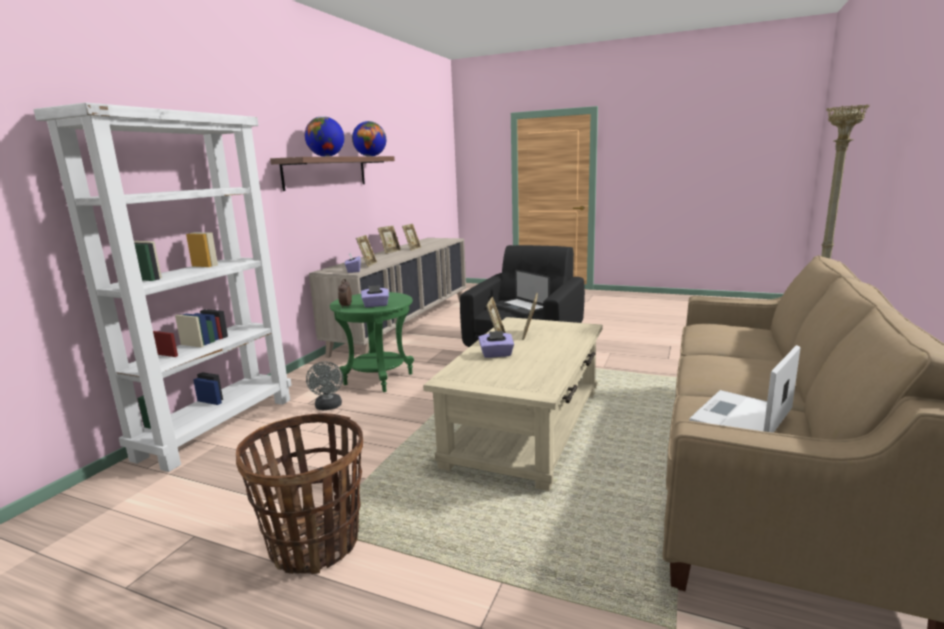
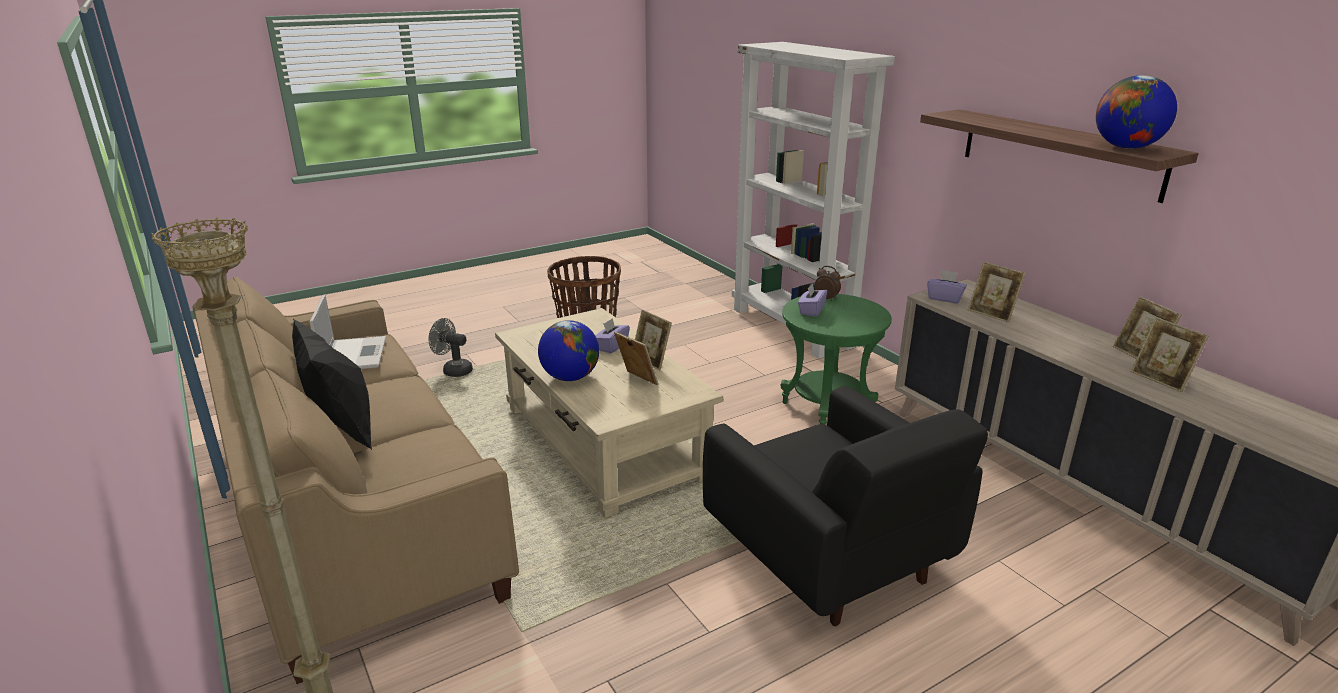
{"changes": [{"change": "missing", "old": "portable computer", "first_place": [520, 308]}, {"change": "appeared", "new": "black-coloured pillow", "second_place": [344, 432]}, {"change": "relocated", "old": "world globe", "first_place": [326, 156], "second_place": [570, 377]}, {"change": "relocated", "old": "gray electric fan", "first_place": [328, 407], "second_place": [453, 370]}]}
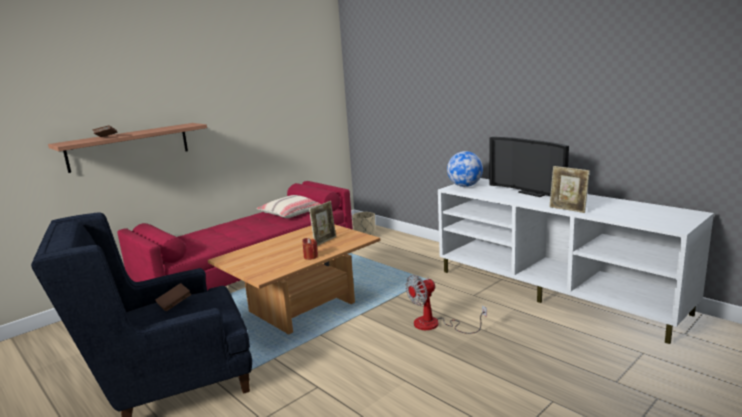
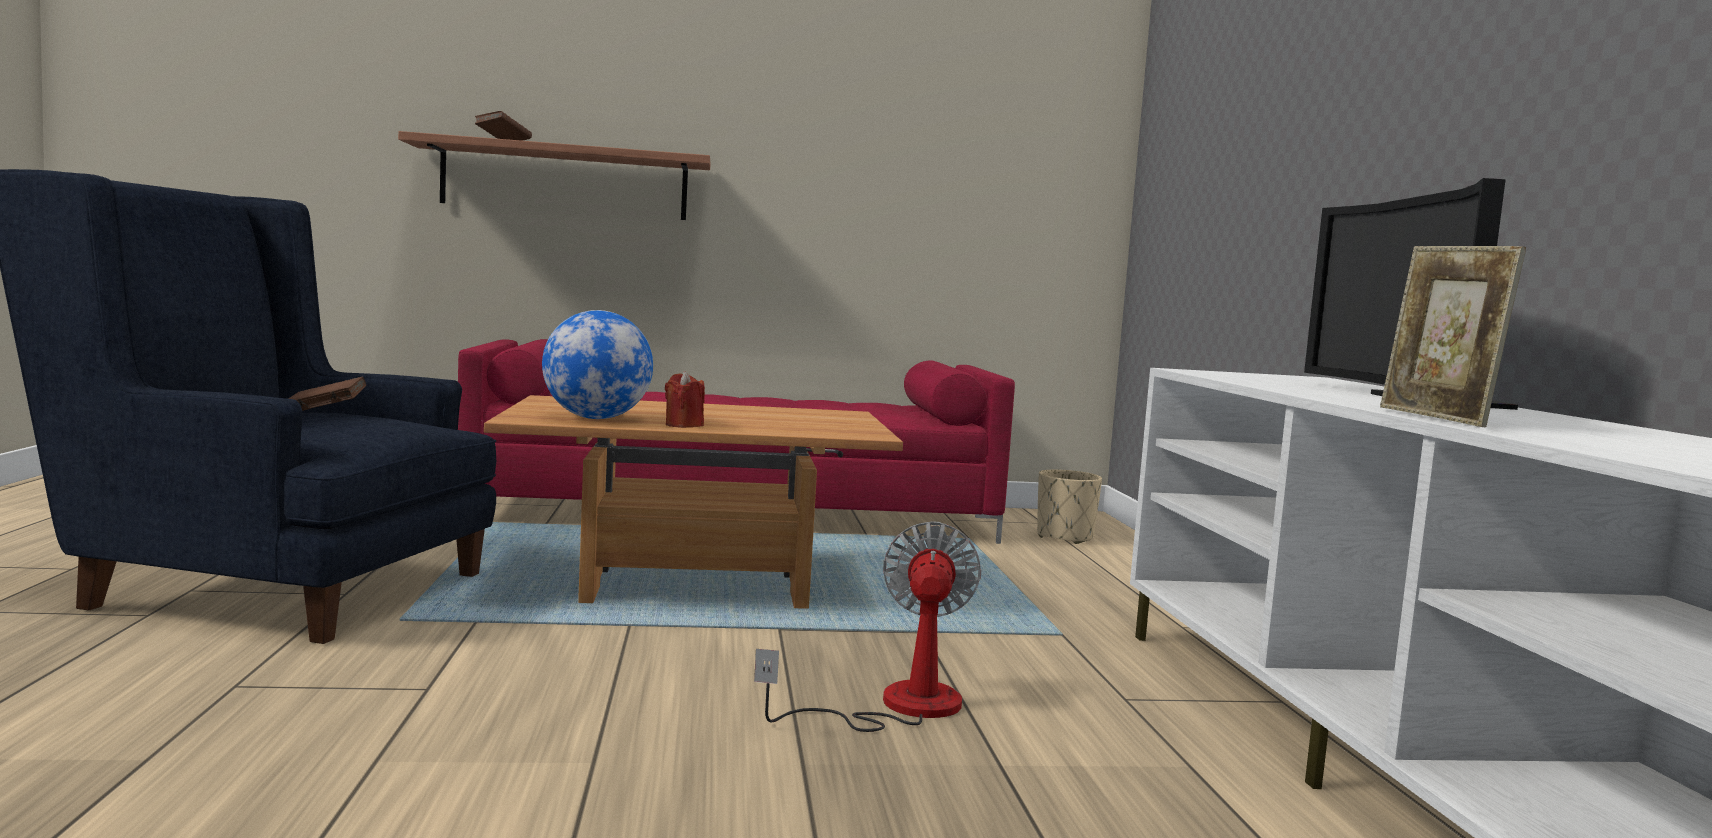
{"changes": [{"change": "missing", "old": "beige pillow", "first_place": [290, 213]}, {"change": "missing", "old": "picture frame", "first_place": [324, 241]}, {"change": "relocated", "old": "world globe", "first_place": [465, 186], "second_place": [596, 418]}, {"change": "spun", "old": "electric fan", "first_place": [435, 325], "second_place": [896, 707], "degrees": 90}]}
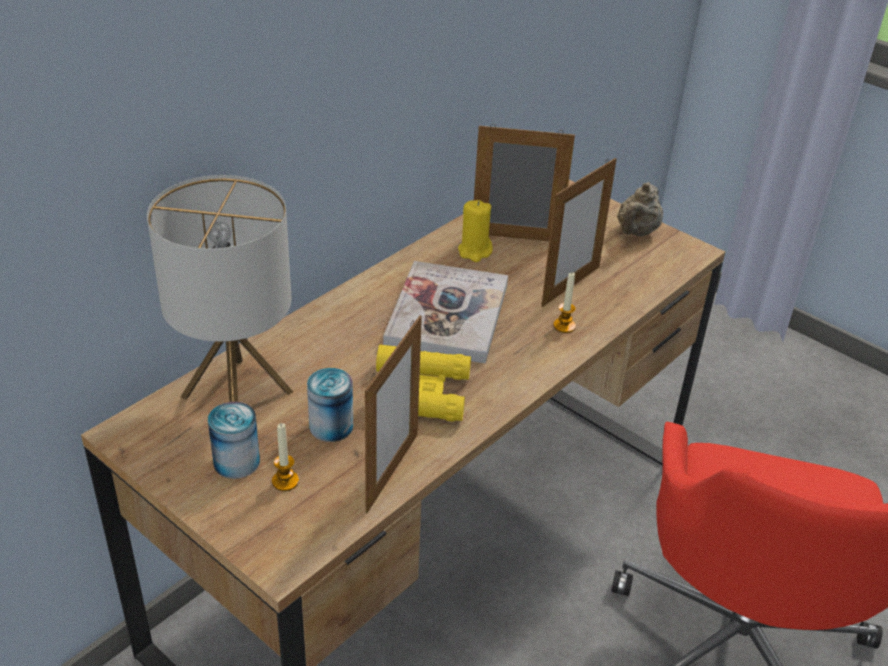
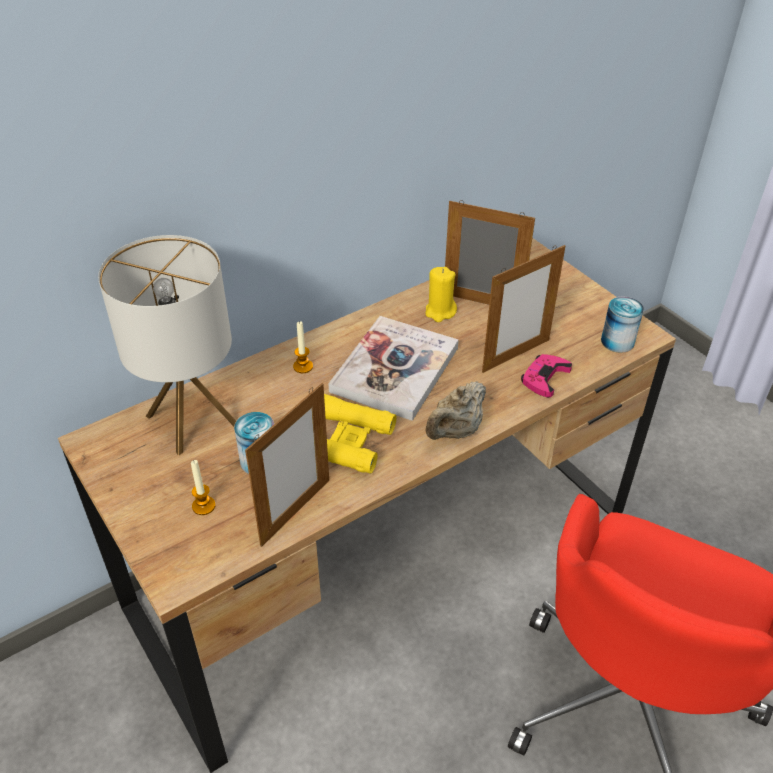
{"changes": [{"change": "appeared", "new": "pinkish joypad", "second_place": [544, 378]}, {"change": "relocated", "old": "metal can", "first_place": [236, 462], "second_place": [617, 341]}, {"change": "relocated", "old": "wax light", "first_place": [564, 326], "second_place": [303, 366]}, {"change": "relocated", "old": "beige tea pot", "first_place": [636, 232], "second_place": [455, 431]}]}
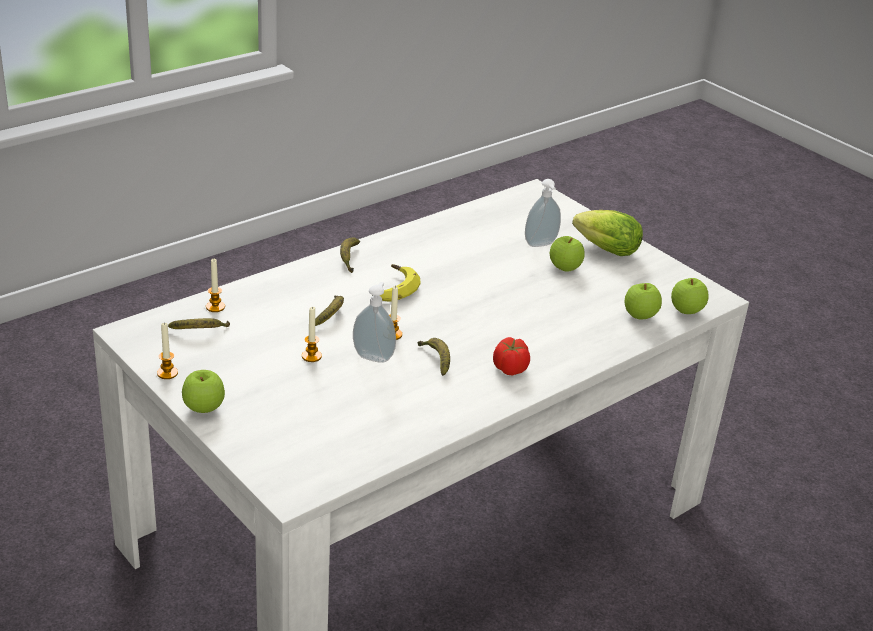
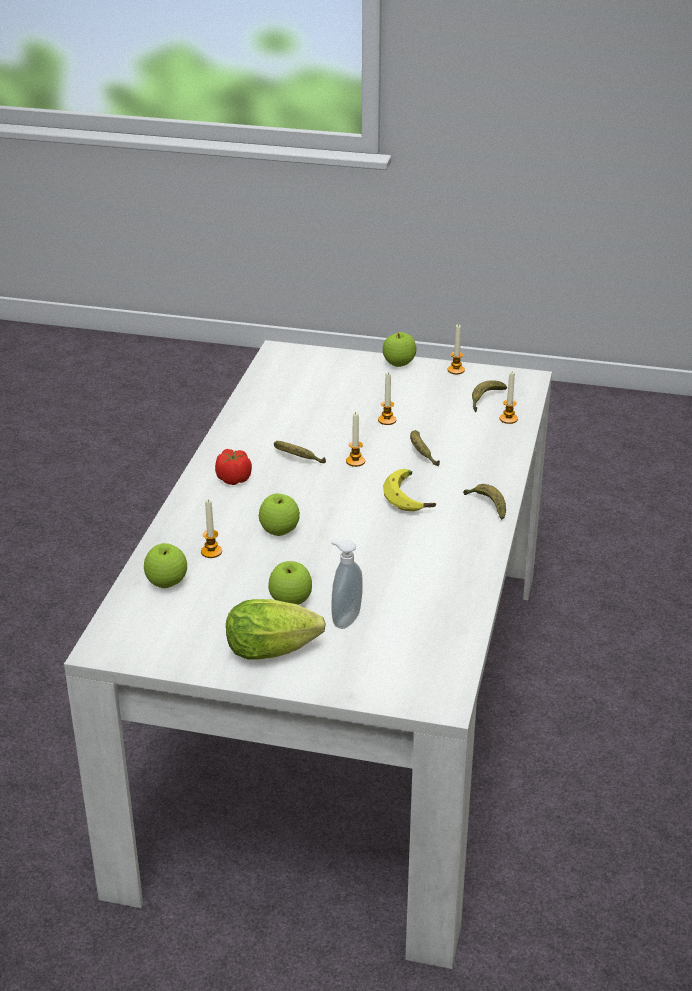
{"changes": [{"change": "missing", "old": "soap bottle", "first_place": [374, 356]}, {"change": "appeared", "new": "wax light", "second_place": [211, 552]}, {"change": "relocated", "old": "apple", "first_place": [686, 311], "second_place": [279, 531]}]}
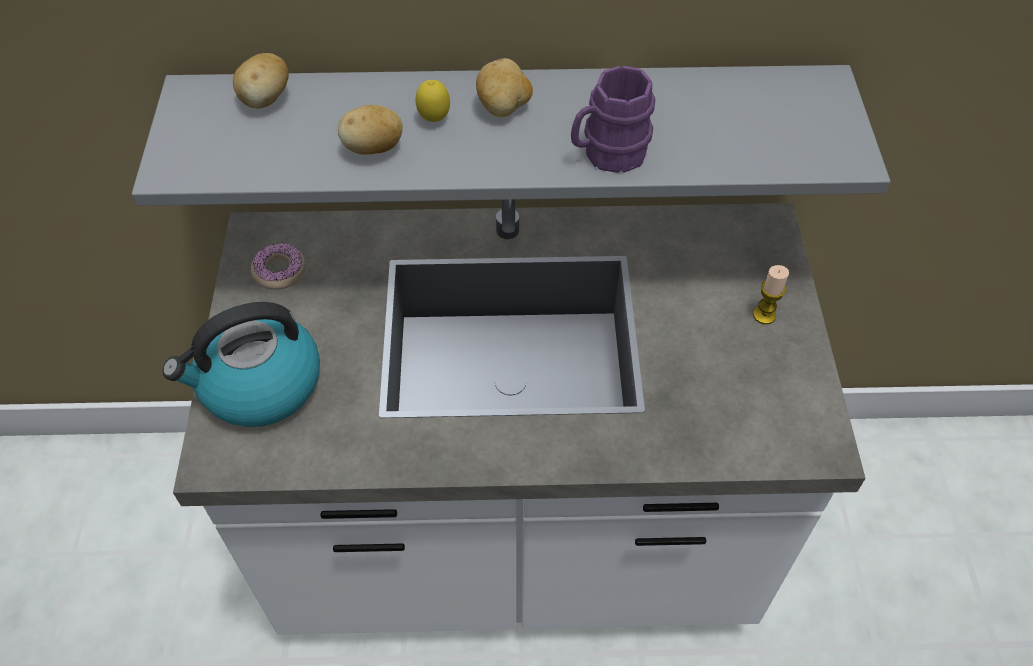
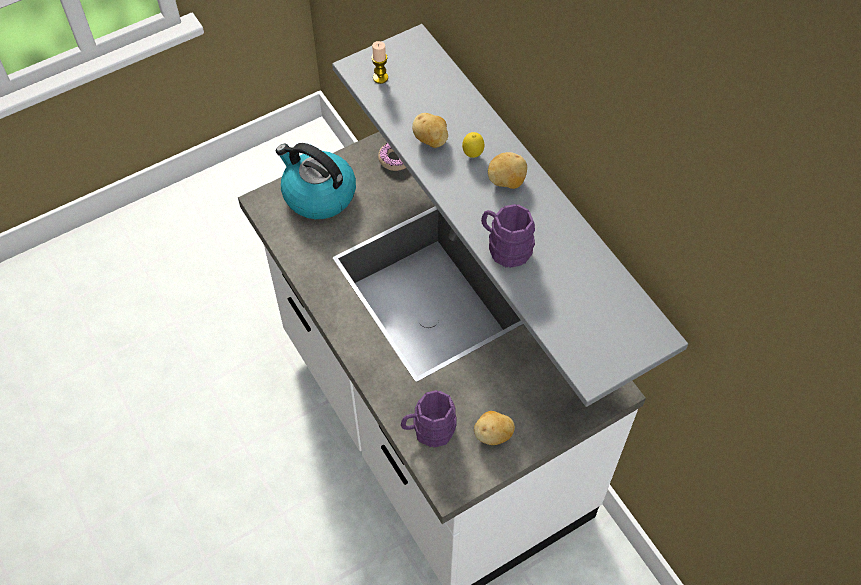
{"changes": [{"change": "appeared", "new": "purple mug", "second_place": [428, 430]}, {"change": "relocated", "old": "whole potato", "first_place": [266, 100], "second_place": [493, 435]}, {"change": "relocated", "old": "wax light", "first_place": [764, 315], "second_place": [380, 77]}]}
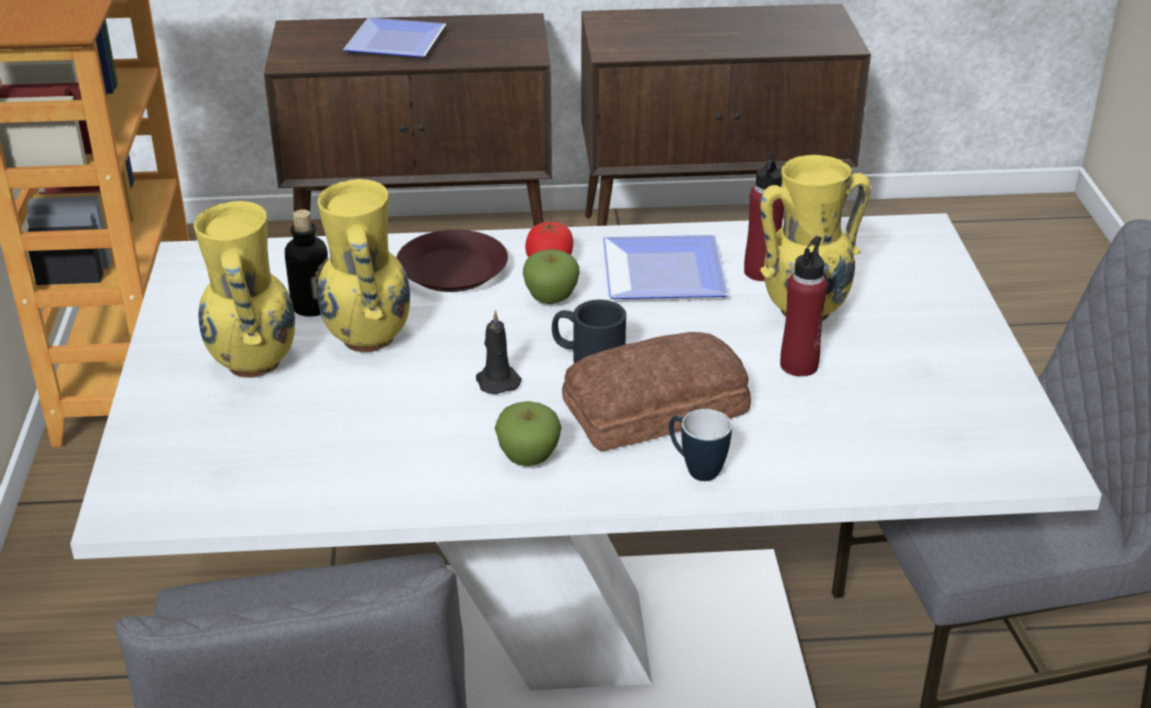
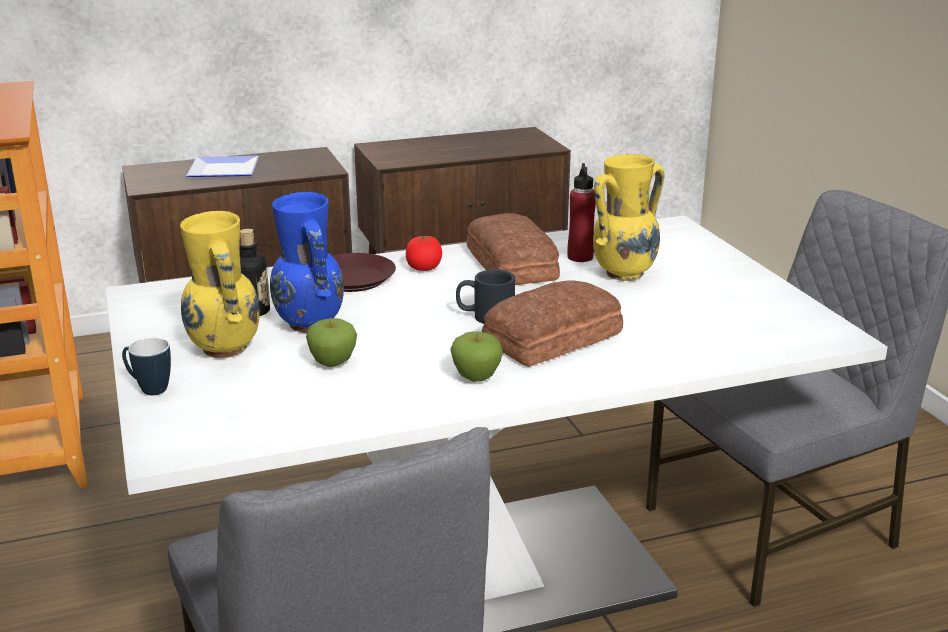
{"changes": [{"change": "missing", "old": "black-coloured wax light", "first_place": [497, 381]}, {"change": "missing", "old": "red drink bottle", "first_place": [799, 365]}, {"change": "relocated", "old": "apple", "first_place": [551, 299], "second_place": [333, 363]}, {"change": "relocated", "old": "mug", "first_place": [695, 469], "second_place": [148, 389]}, {"change": "exchanged", "old": "plate", "new": "baked bread", "first_place": [667, 271], "second_place": [513, 263]}, {"change": "colour", "old": "yellow vase", "new": "blue-coloured vase", "first_place": [367, 340], "second_place": [309, 325]}]}
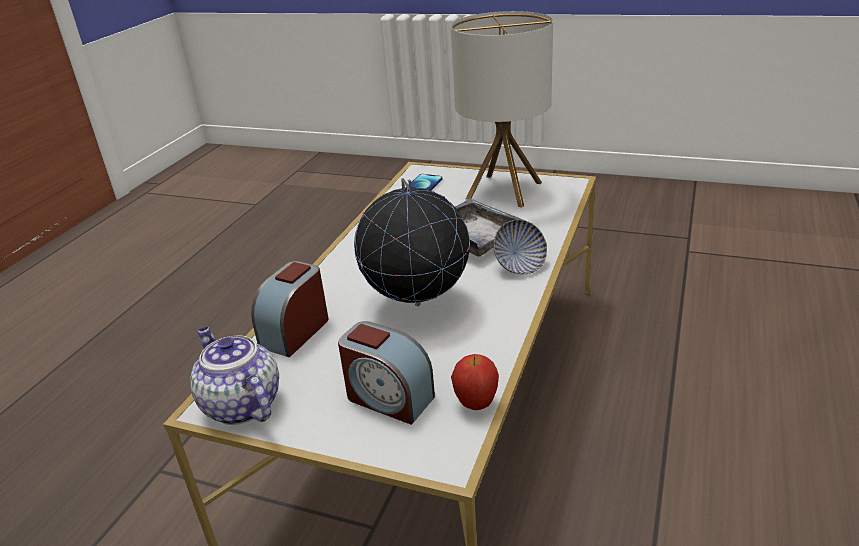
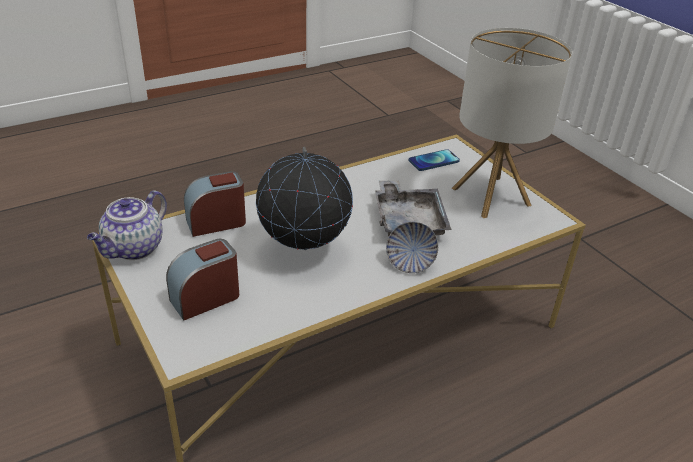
{"changes": [{"change": "missing", "old": "apple", "first_place": [476, 404]}, {"change": "spun", "old": "tea pot", "first_place": [240, 405], "second_place": [133, 249], "degrees": -150}, {"change": "spun", "old": "bedside clock", "first_place": [388, 398], "second_place": [205, 298], "degrees": 75}]}
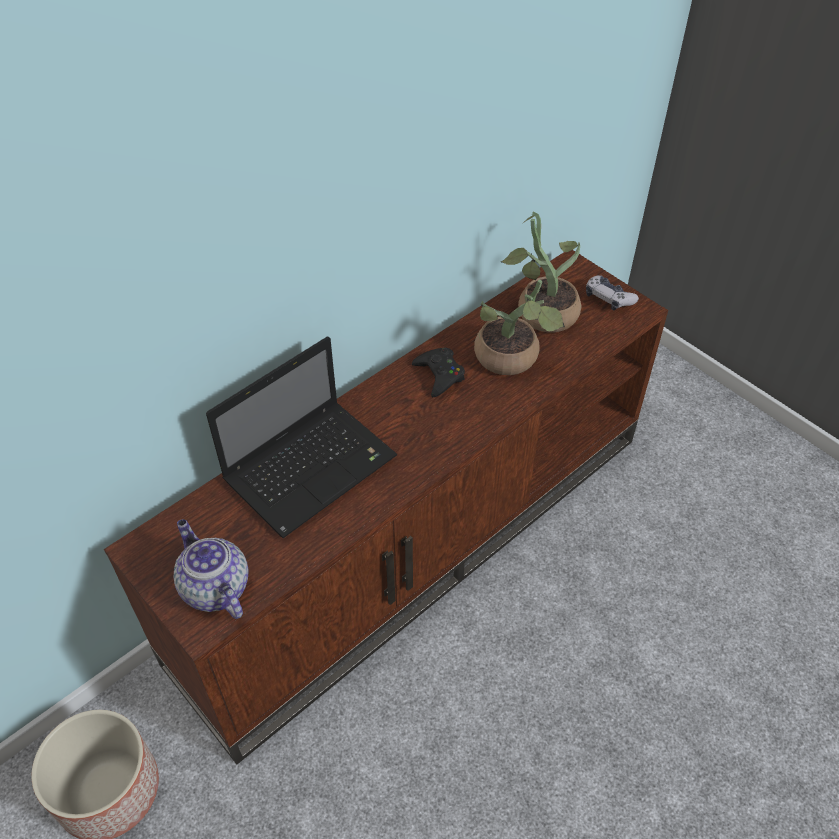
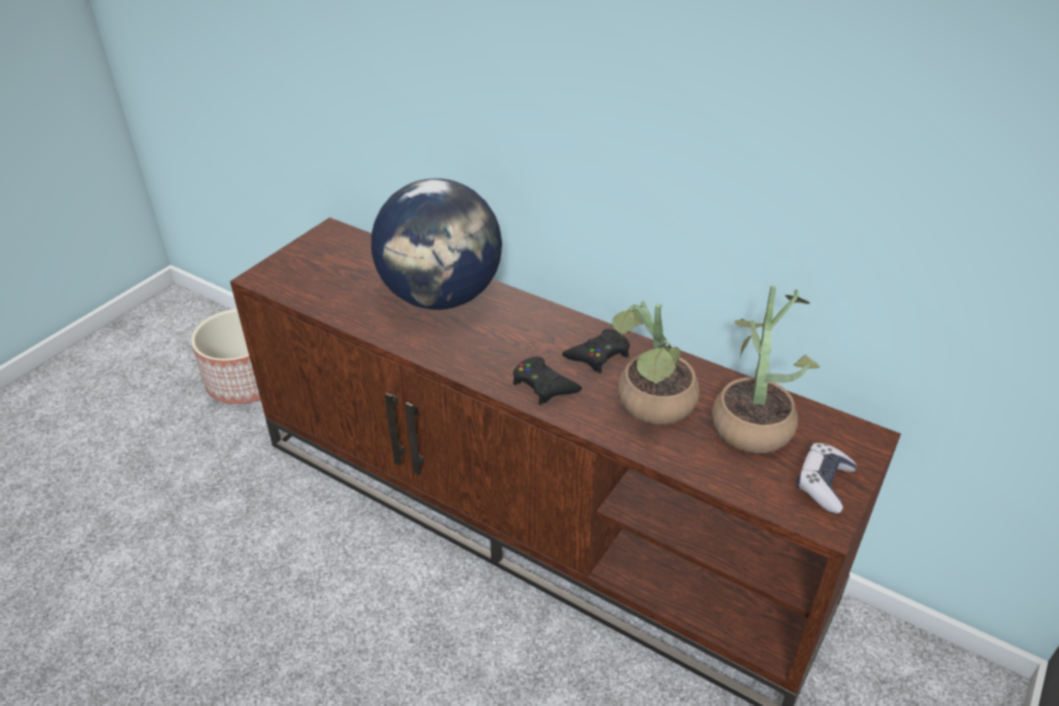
{"changes": [{"change": "missing", "old": "tea pot", "first_place": [214, 587]}, {"change": "appeared", "new": "black-coloured joypad", "second_place": [544, 385]}, {"change": "exchanged", "old": "portable computer", "new": "world globe", "first_place": [312, 466], "second_place": [441, 297]}]}
